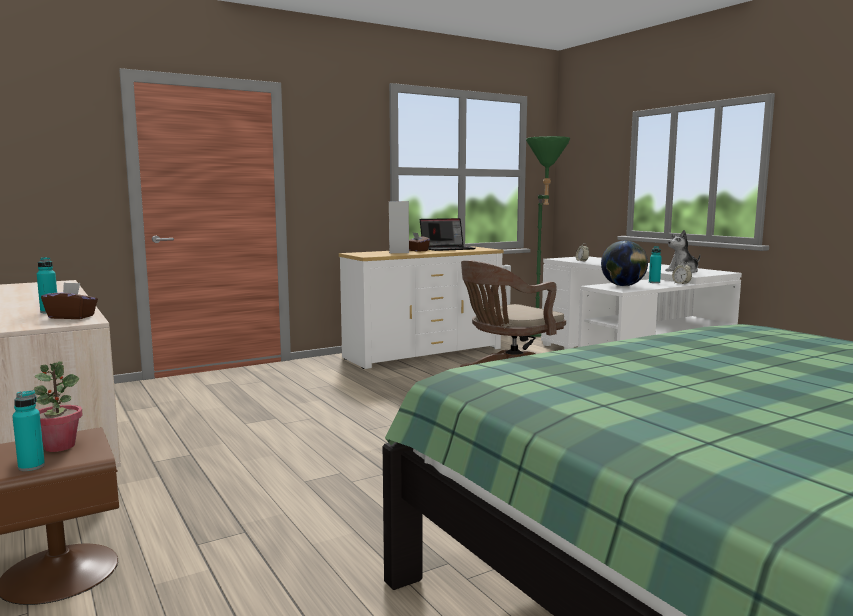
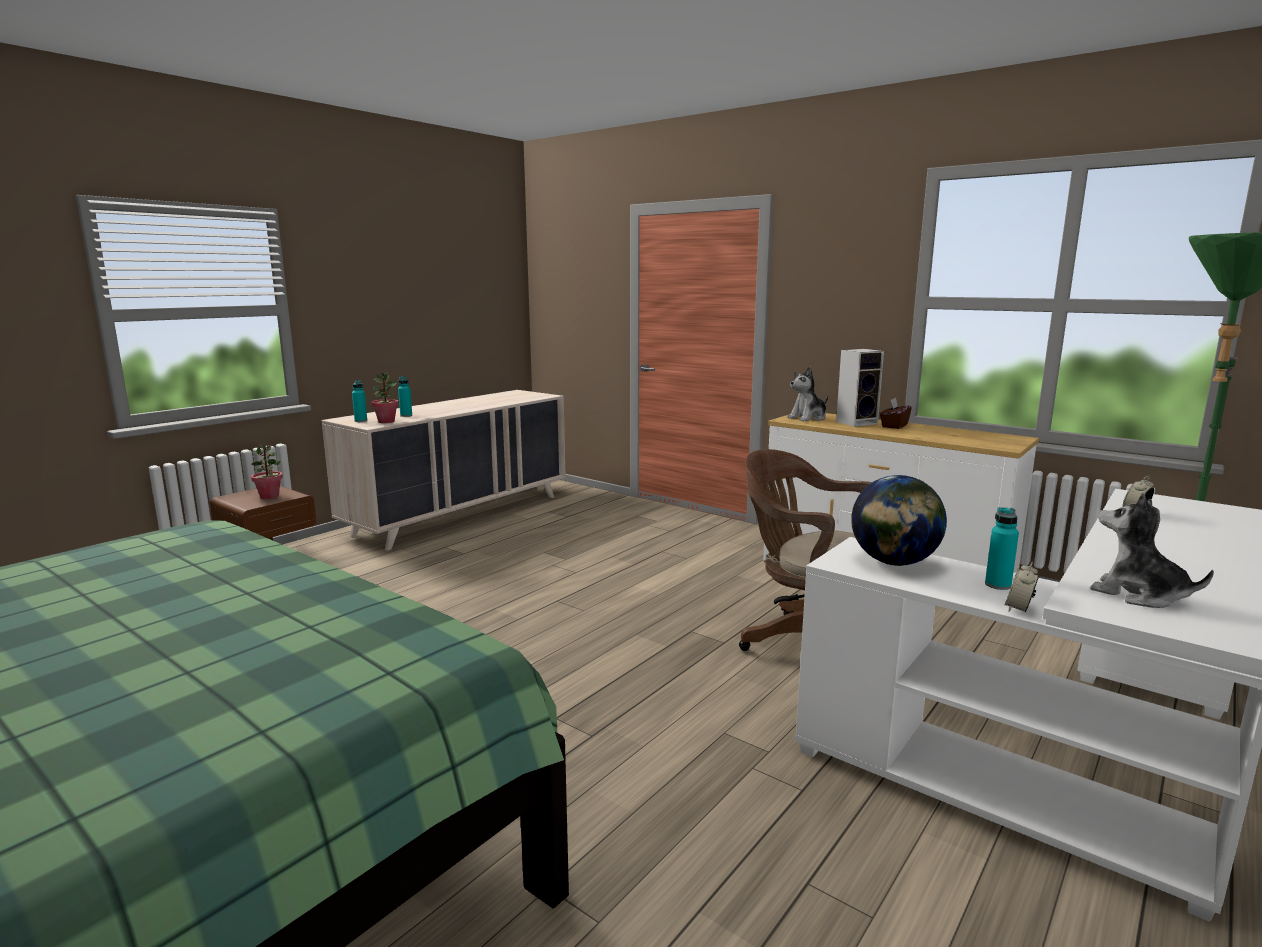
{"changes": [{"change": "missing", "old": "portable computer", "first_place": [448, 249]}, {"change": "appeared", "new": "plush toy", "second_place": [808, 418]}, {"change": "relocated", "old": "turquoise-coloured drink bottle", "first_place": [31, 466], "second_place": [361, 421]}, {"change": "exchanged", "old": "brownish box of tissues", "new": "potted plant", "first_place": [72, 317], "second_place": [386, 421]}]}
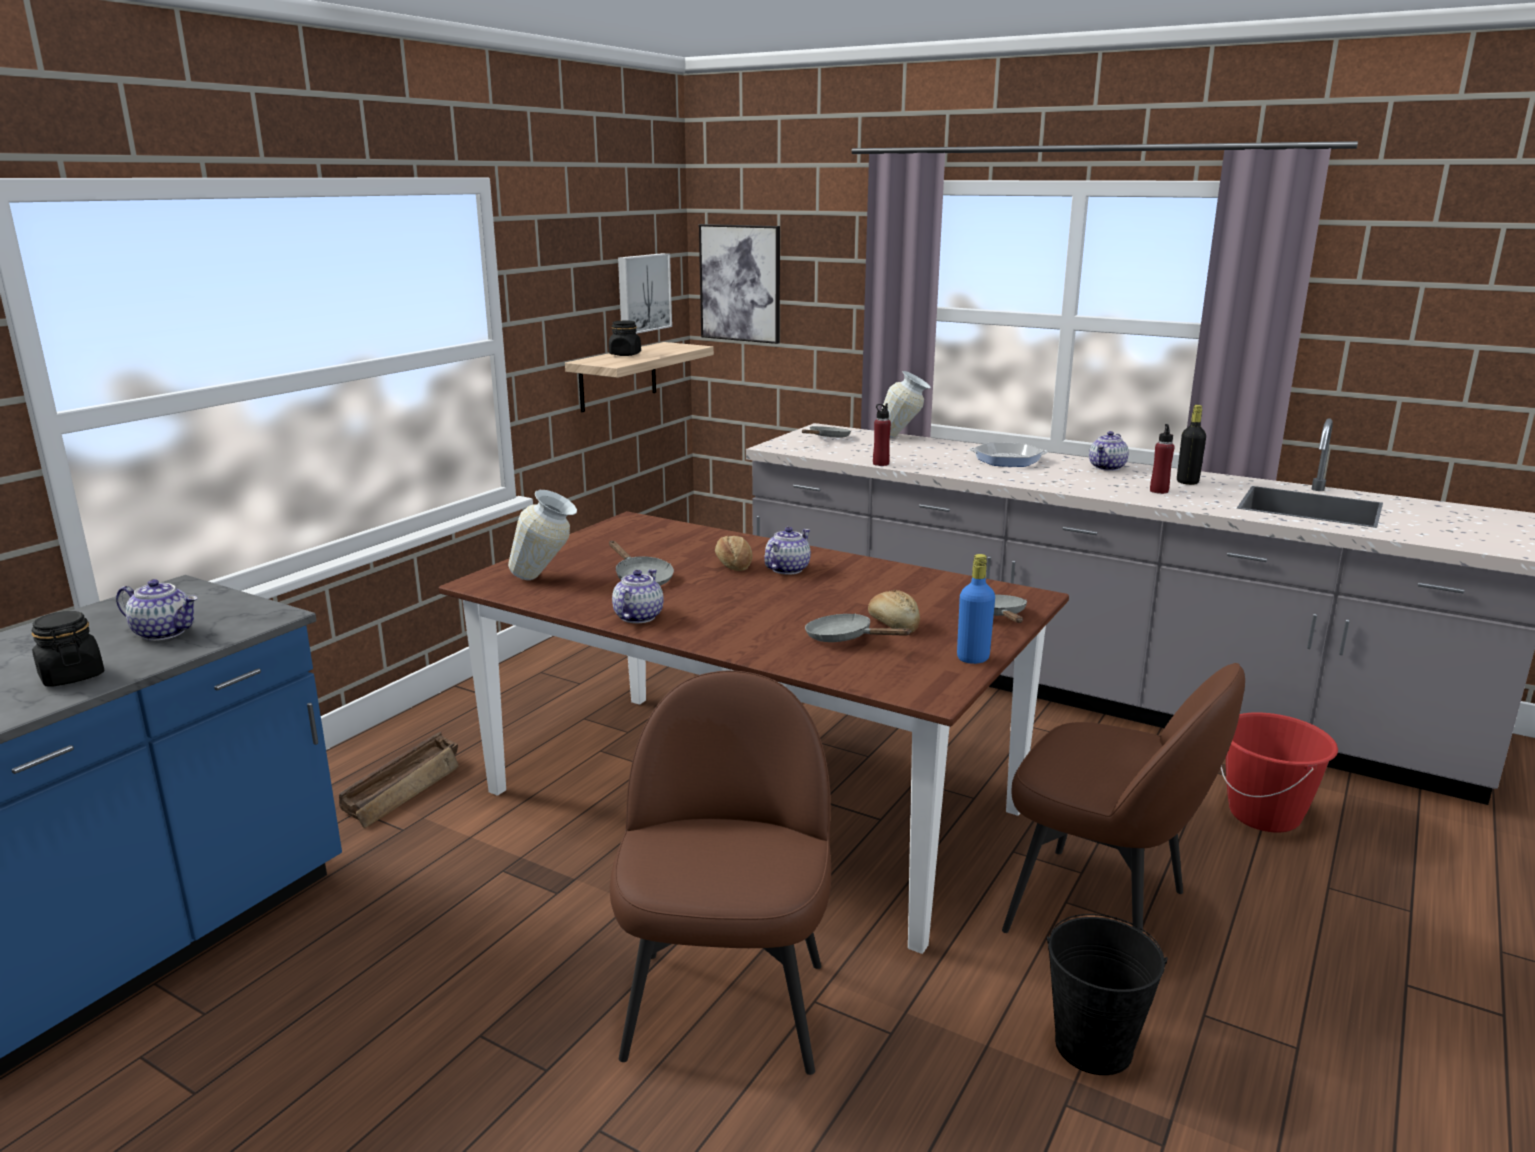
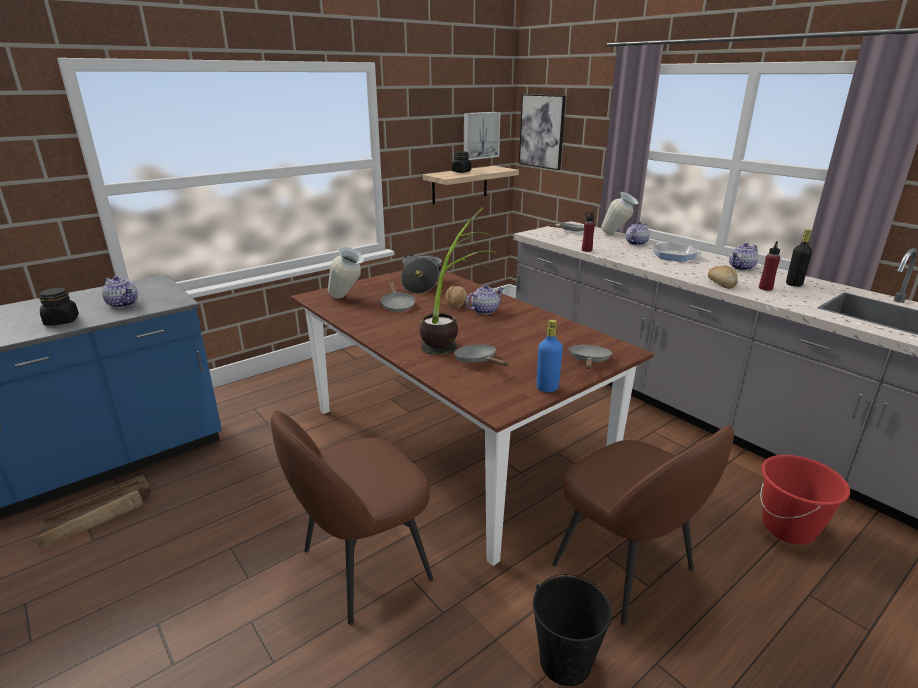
{"changes": [{"change": "appeared", "new": "saucepot", "second_place": [421, 283]}, {"change": "appeared", "new": "potted plant", "second_place": [454, 339]}, {"change": "relocated", "old": "crate", "first_place": [405, 788], "second_place": [99, 516]}, {"change": "relocated", "old": "tea pot", "first_place": [638, 616], "second_place": [636, 243]}, {"change": "relocated", "old": "baked bread", "first_place": [893, 624], "second_place": [721, 284]}, {"change": "spun", "old": "brownish chair", "first_place": [726, 1004], "second_place": [362, 566], "degrees": -150}]}
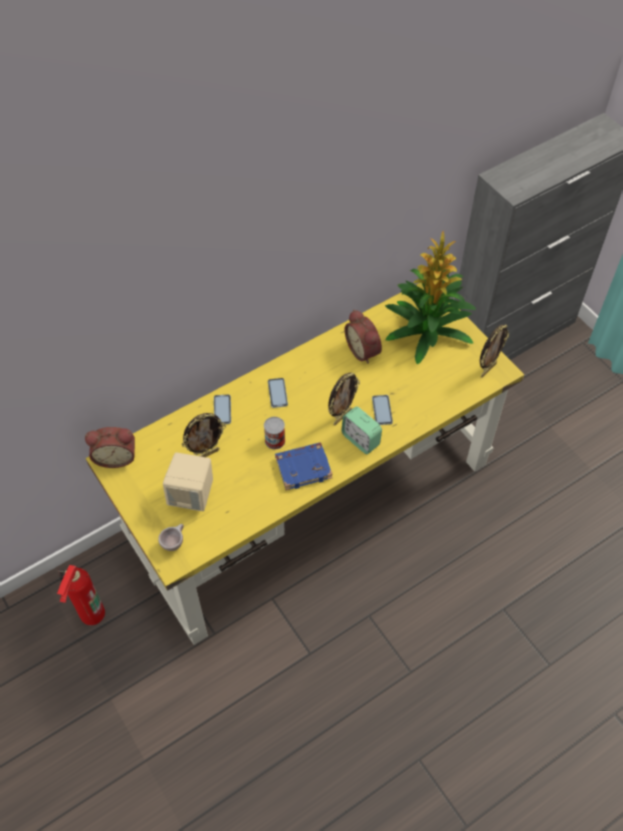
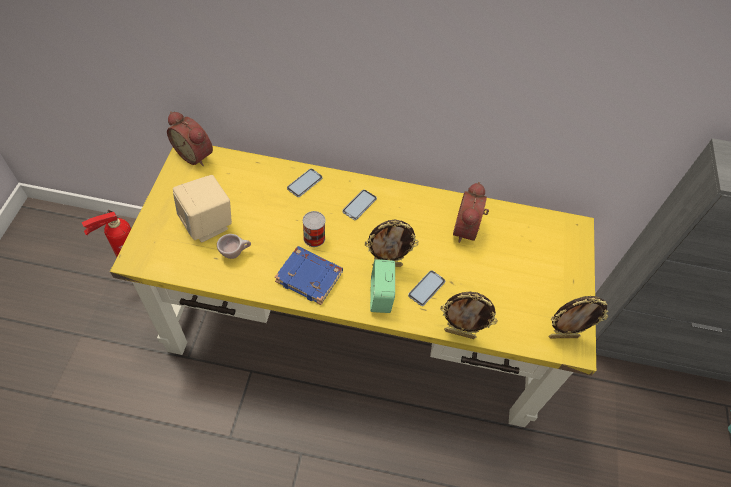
{"changes": [{"change": "missing", "old": "potted plant", "first_place": [426, 330]}, {"change": "relocated", "old": "beige drinking cup", "first_place": [174, 542], "second_place": [235, 253]}, {"change": "relocated", "old": "picture frame", "first_place": [206, 454], "second_place": [460, 333]}]}
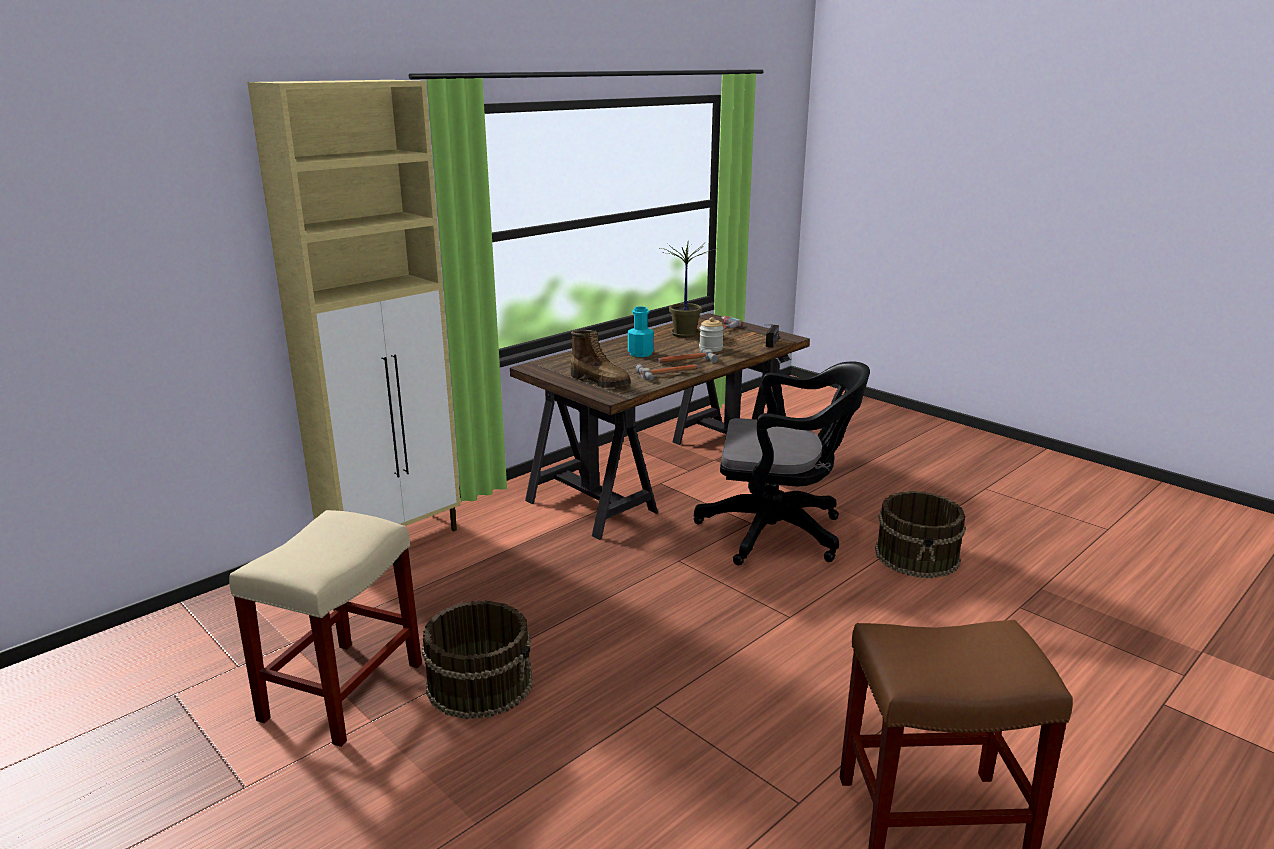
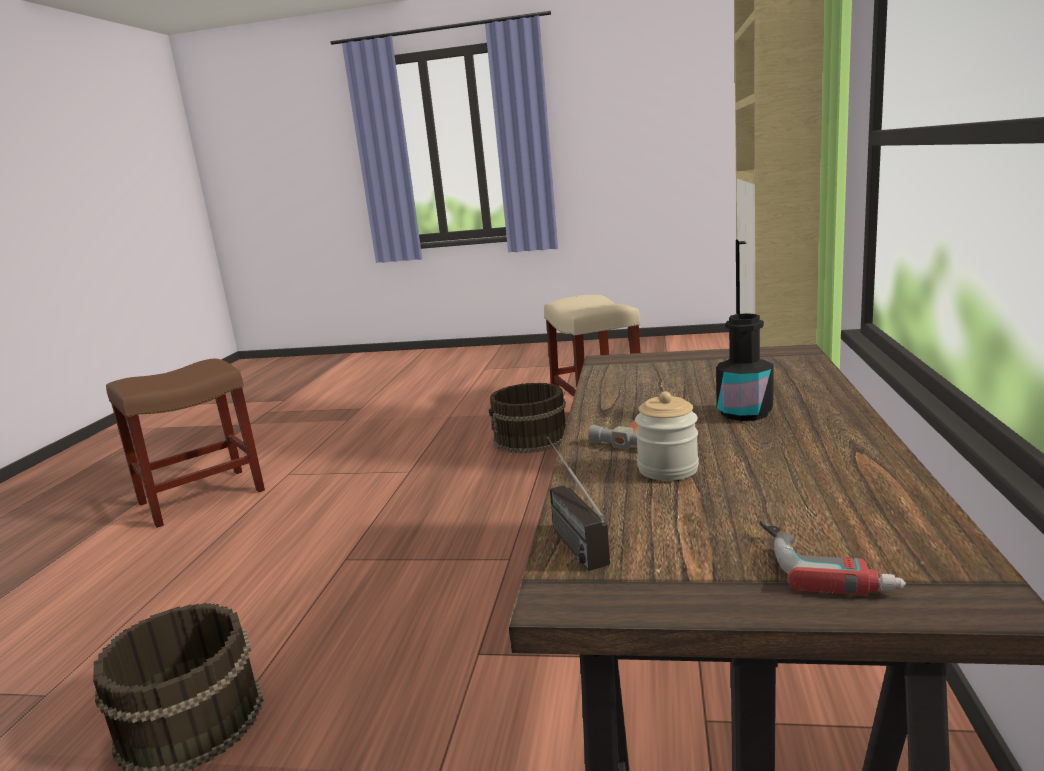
{"changes": [{"change": "missing", "old": "boot", "first_place": [601, 382]}, {"change": "missing", "old": "hammer", "first_place": [669, 374]}, {"change": "missing", "old": "potted plant", "first_place": [684, 334]}, {"change": "missing", "old": "black-coloured computer chair", "first_place": [779, 533]}, {"change": "colour", "old": "turquoise-coloured drink bottle", "new": "black-coloured drink bottle", "first_place": [640, 353], "second_place": [744, 412]}]}
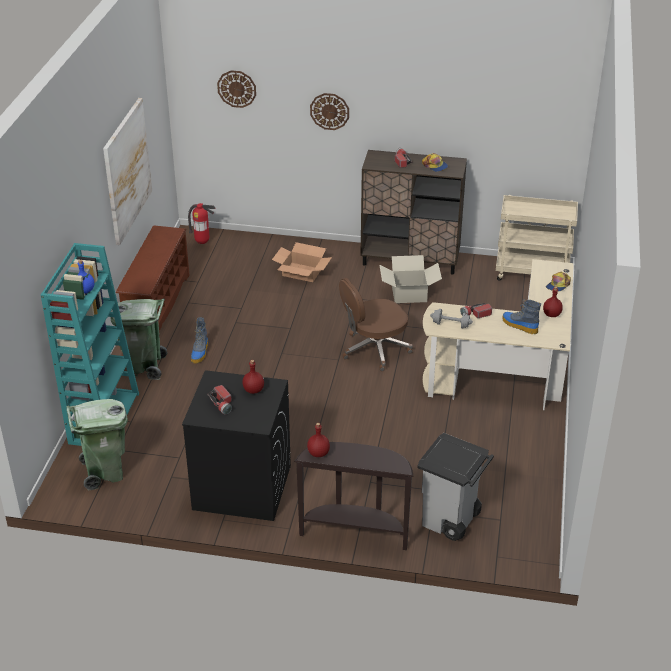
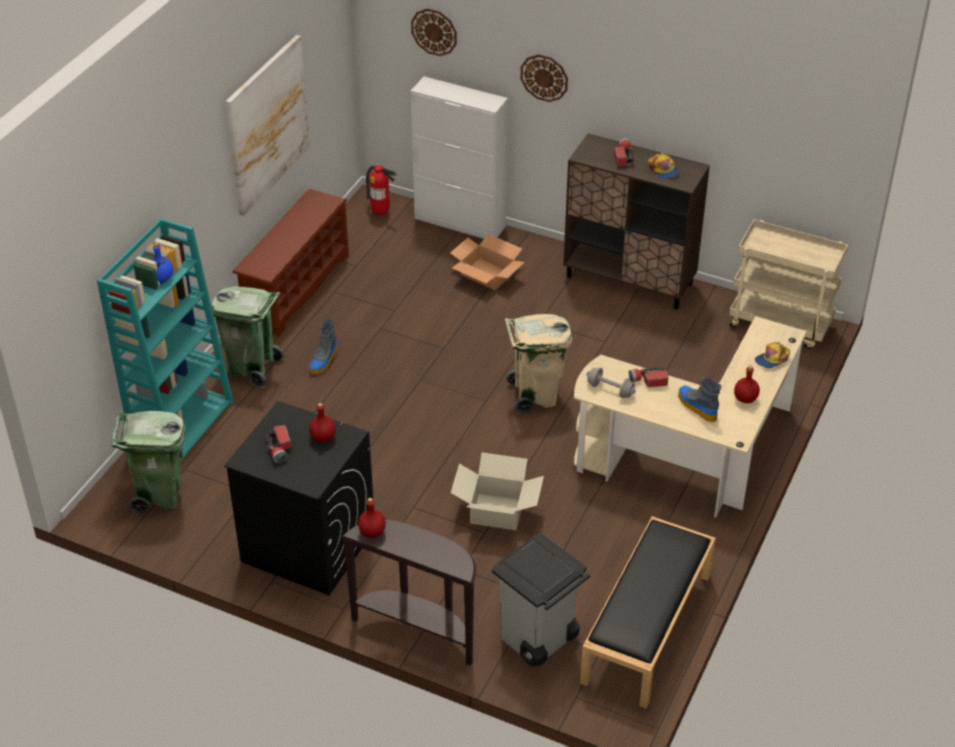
{"changes": [{"change": "appeared", "new": "white storage cabinet", "second_place": [460, 222]}, {"change": "appeared", "new": "black-coloured indoor bench", "second_place": [647, 629]}, {"change": "relocated", "old": "carton", "first_place": [409, 294], "second_place": [497, 512]}, {"change": "exchanged", "old": "brownish computer chair", "new": "beige waste bin", "first_place": [374, 349], "second_place": [535, 395]}]}
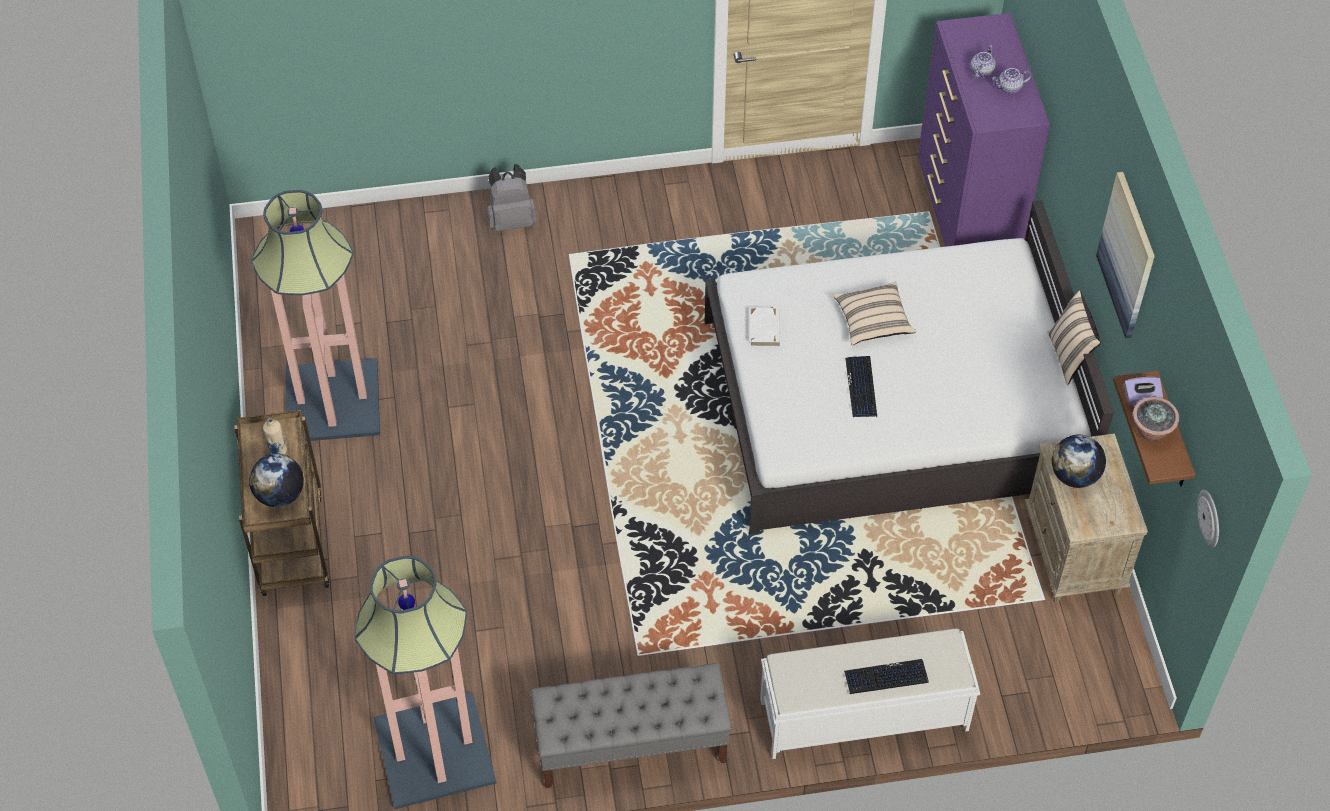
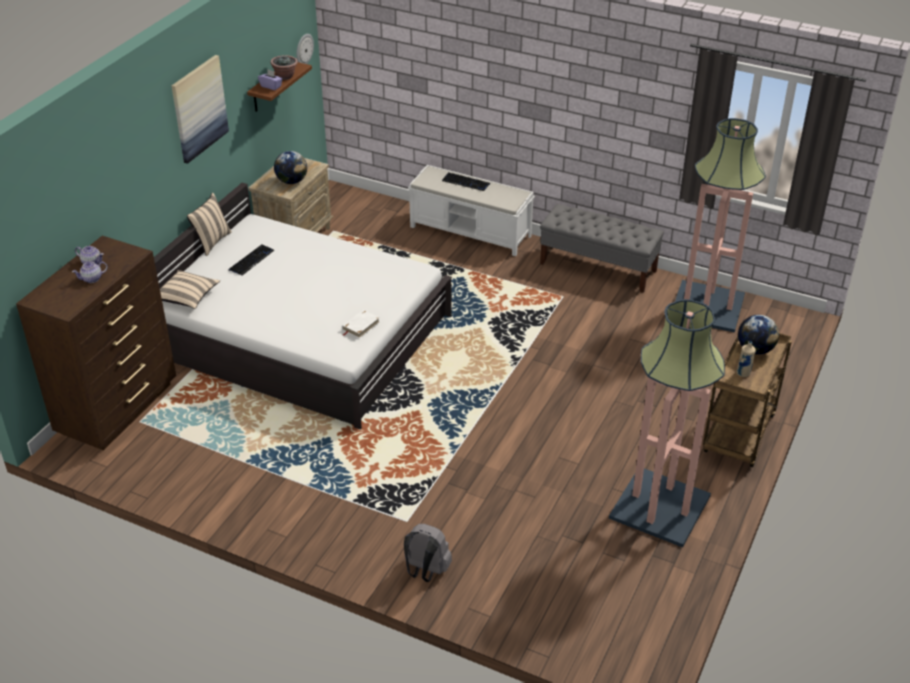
{"changes": [{"change": "relocated", "old": "beige pillow", "first_place": [873, 321], "second_place": [187, 297]}, {"change": "relocated", "old": "PC keyboard", "first_place": [861, 387], "second_place": [251, 260]}, {"change": "colour", "old": "purple drawer chest", "new": "brownish drawer chest", "first_place": [966, 213], "second_place": [119, 408]}]}
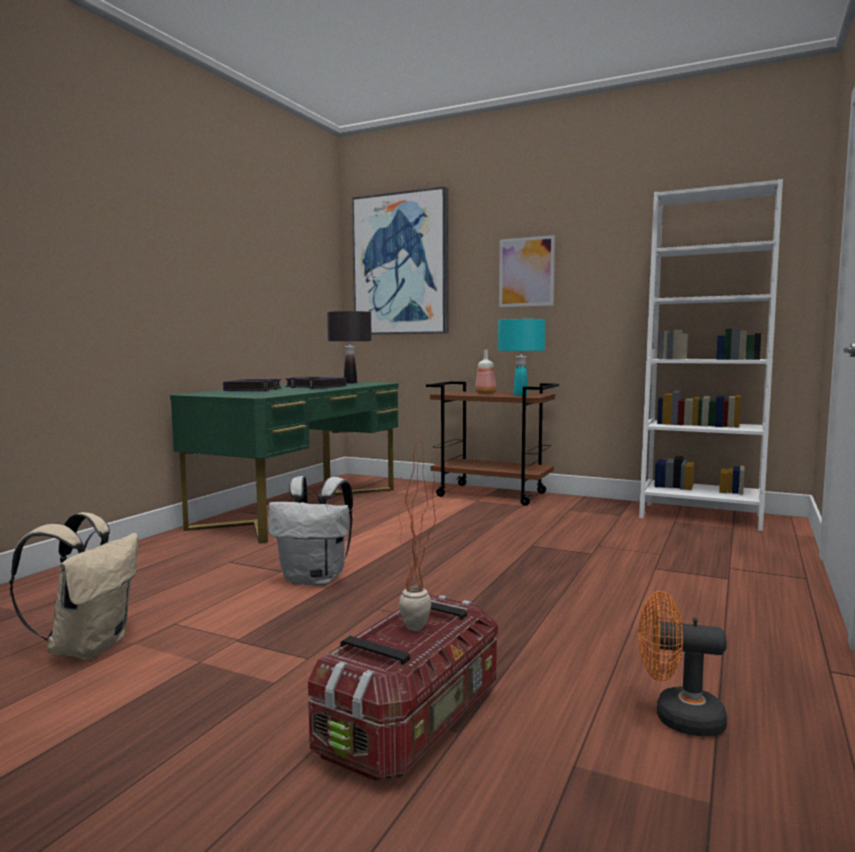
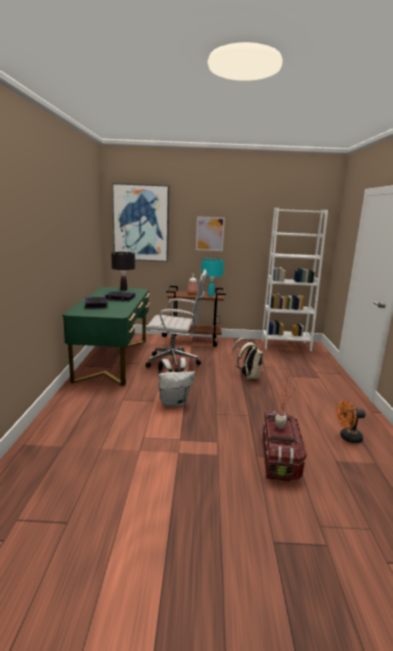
{"changes": [{"change": "appeared", "new": "white computer chair", "second_place": [175, 363]}, {"change": "relocated", "old": "beige knapsack", "first_place": [88, 647], "second_place": [248, 376]}]}
